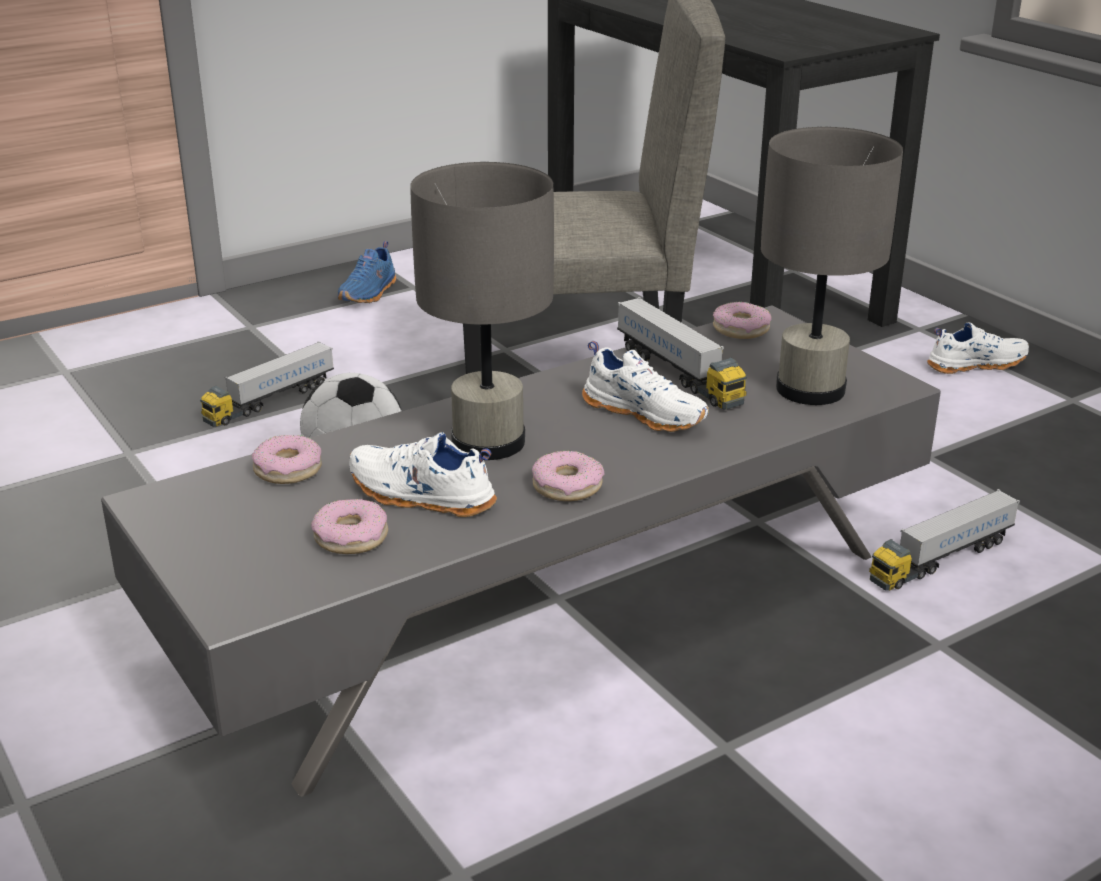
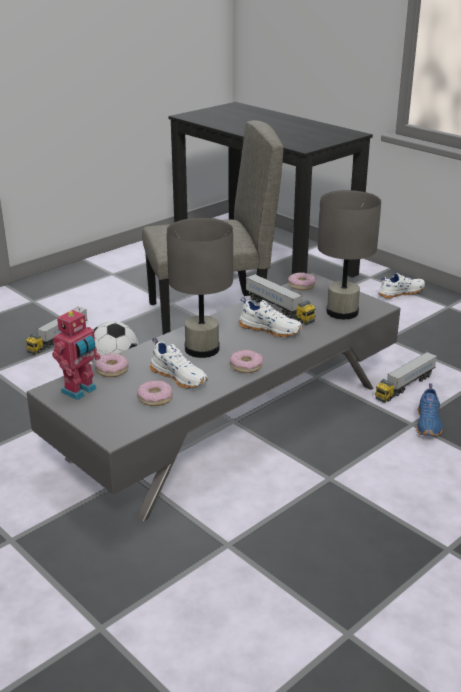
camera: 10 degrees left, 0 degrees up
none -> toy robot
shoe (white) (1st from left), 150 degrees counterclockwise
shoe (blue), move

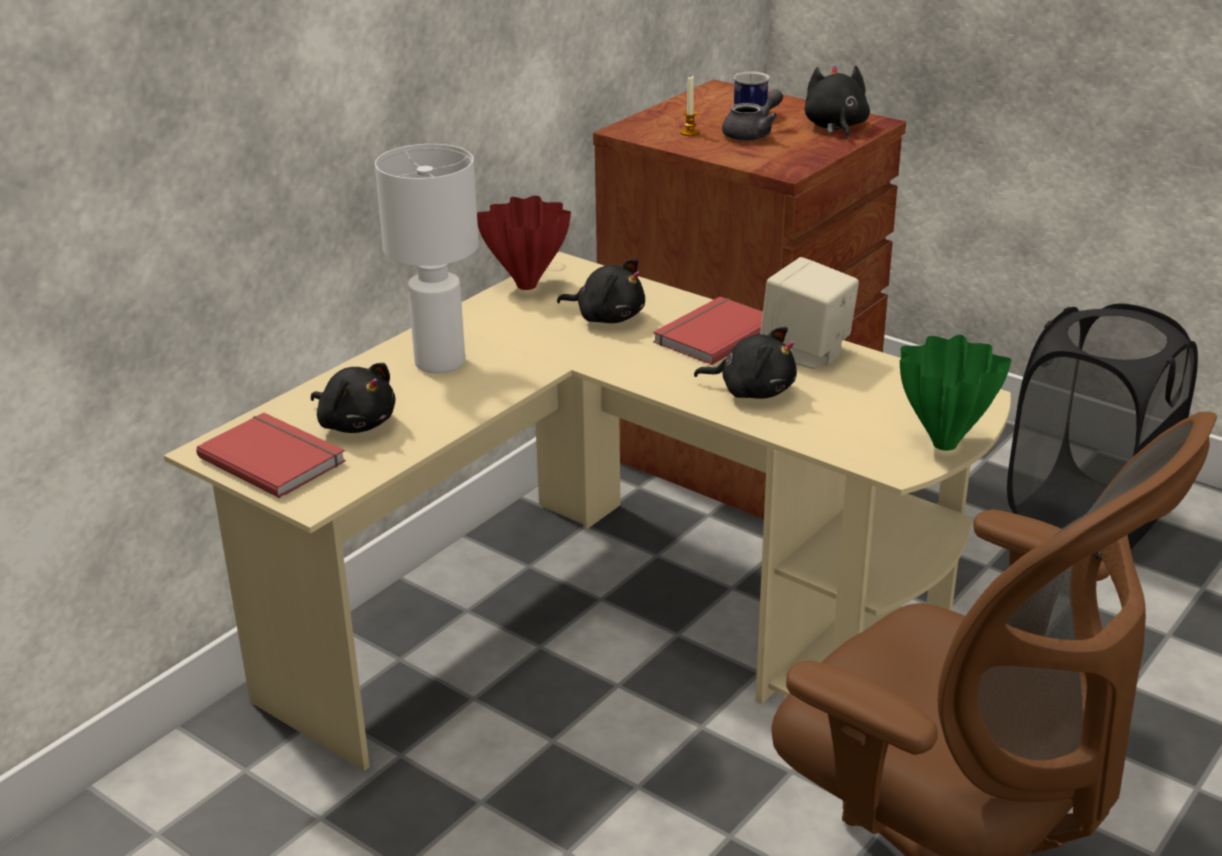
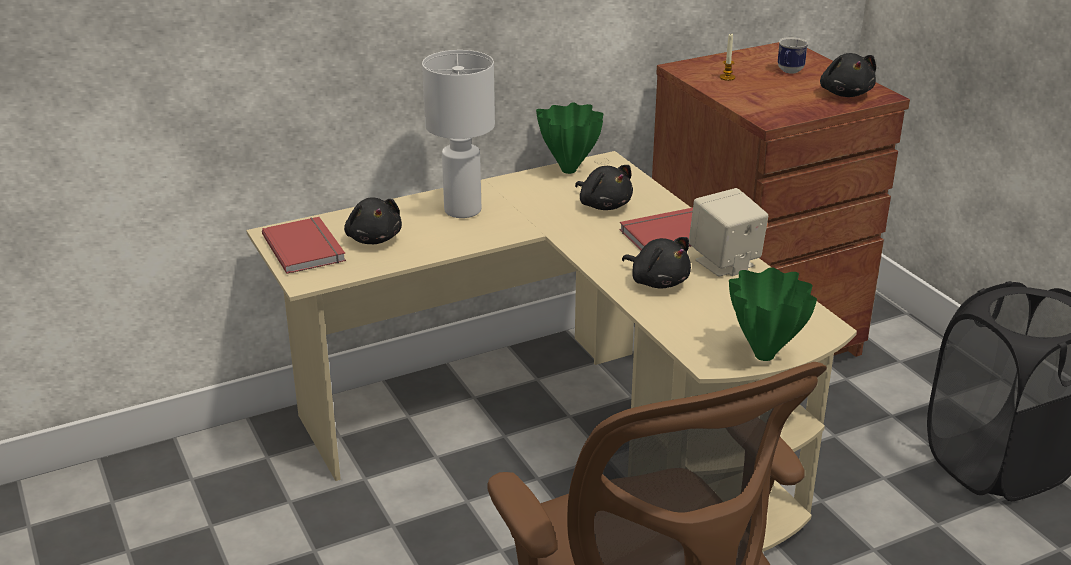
camera: 25 degrees right, 0 degrees up
vase (red) -> vase (green) (1st from left)
plush toy (black) (4th from left), 150 degrees clockwise
teapot (grey) -> none

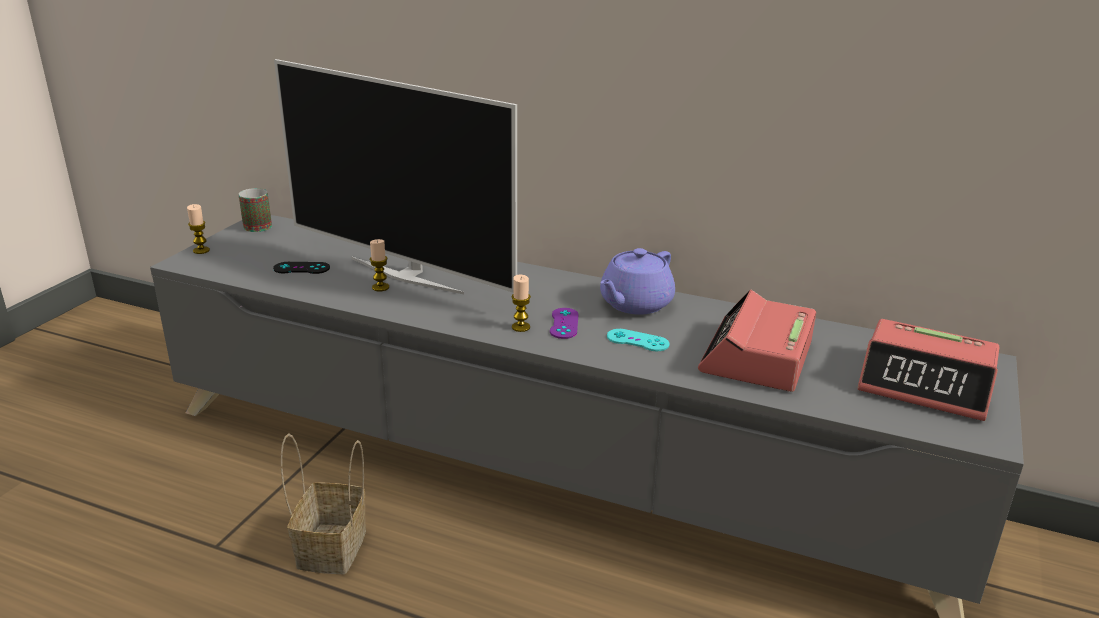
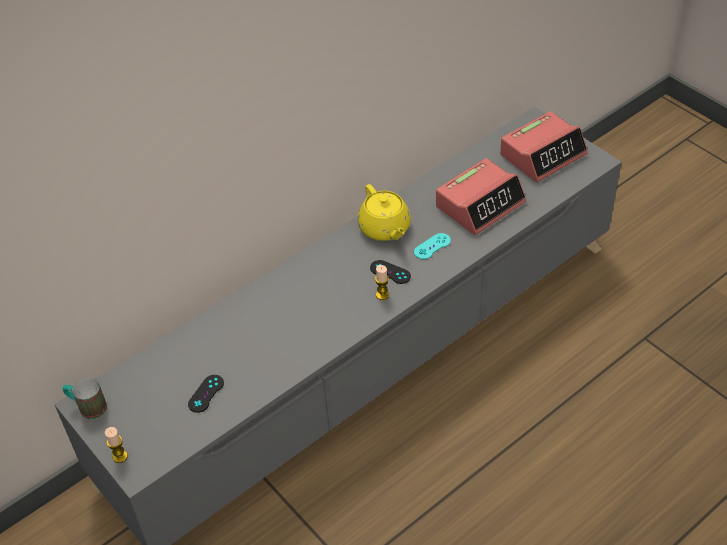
camera: 60 degrees left, 20 degrees up
teapot (purple) -> teapot (yellow)
game controller (purple) -> game controller (black) (2nd from left)
alarm clock (1st from left), 90 degrees counterclockwise
television -> none
basket -> none
candle (2nd from left) -> none

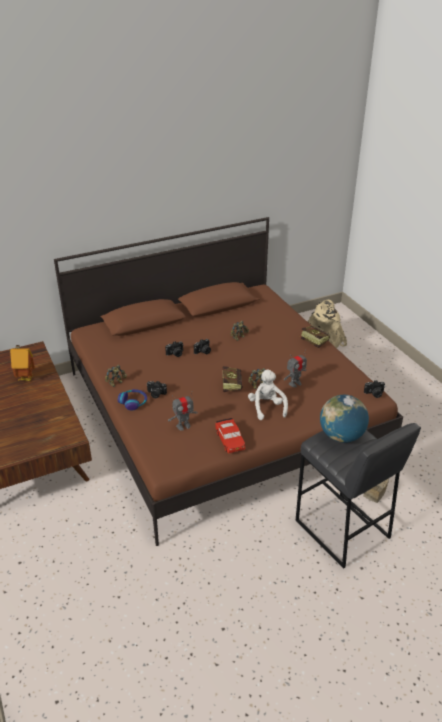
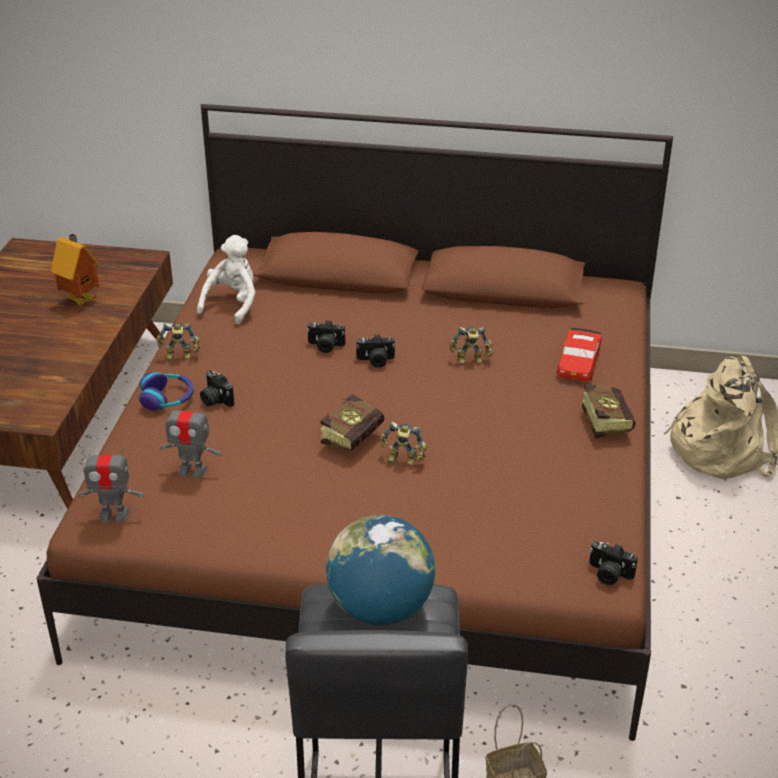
camera: 35 degrees right, 0 degrees up
toy robot (5th from left in the first image) -> toy robot (1st from left), move
plush toy (white), move
toy car (red), move

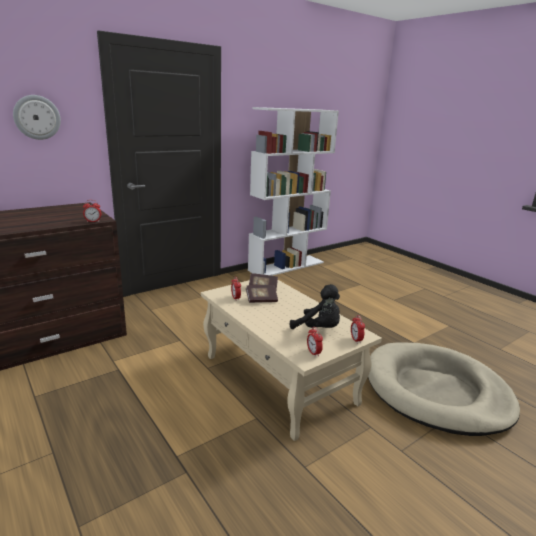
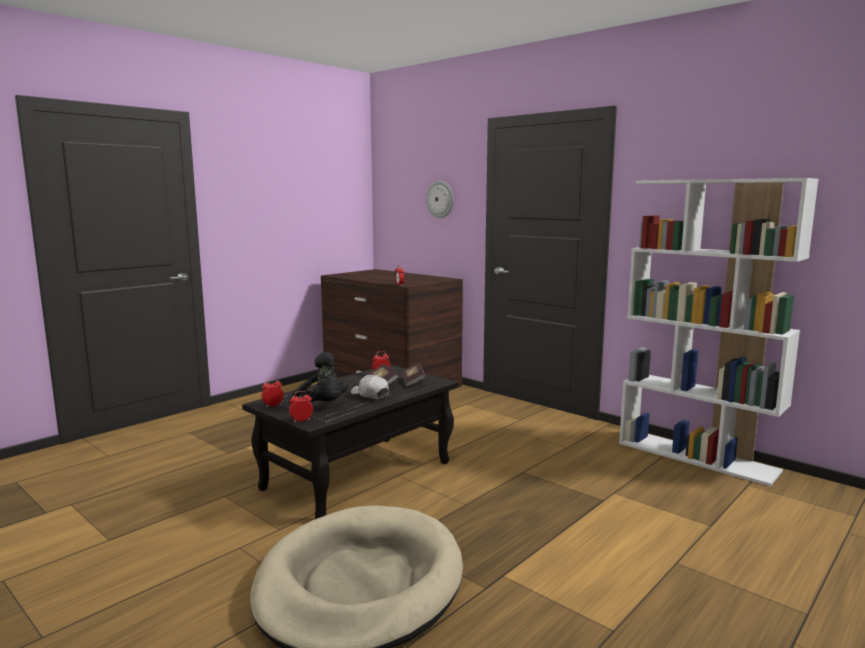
camera: 80 degrees right, 10 degrees down
coffee table (beige) -> coffee table (black)
plush toy (black), 75 degrees counterclockwise
none -> cap (white)

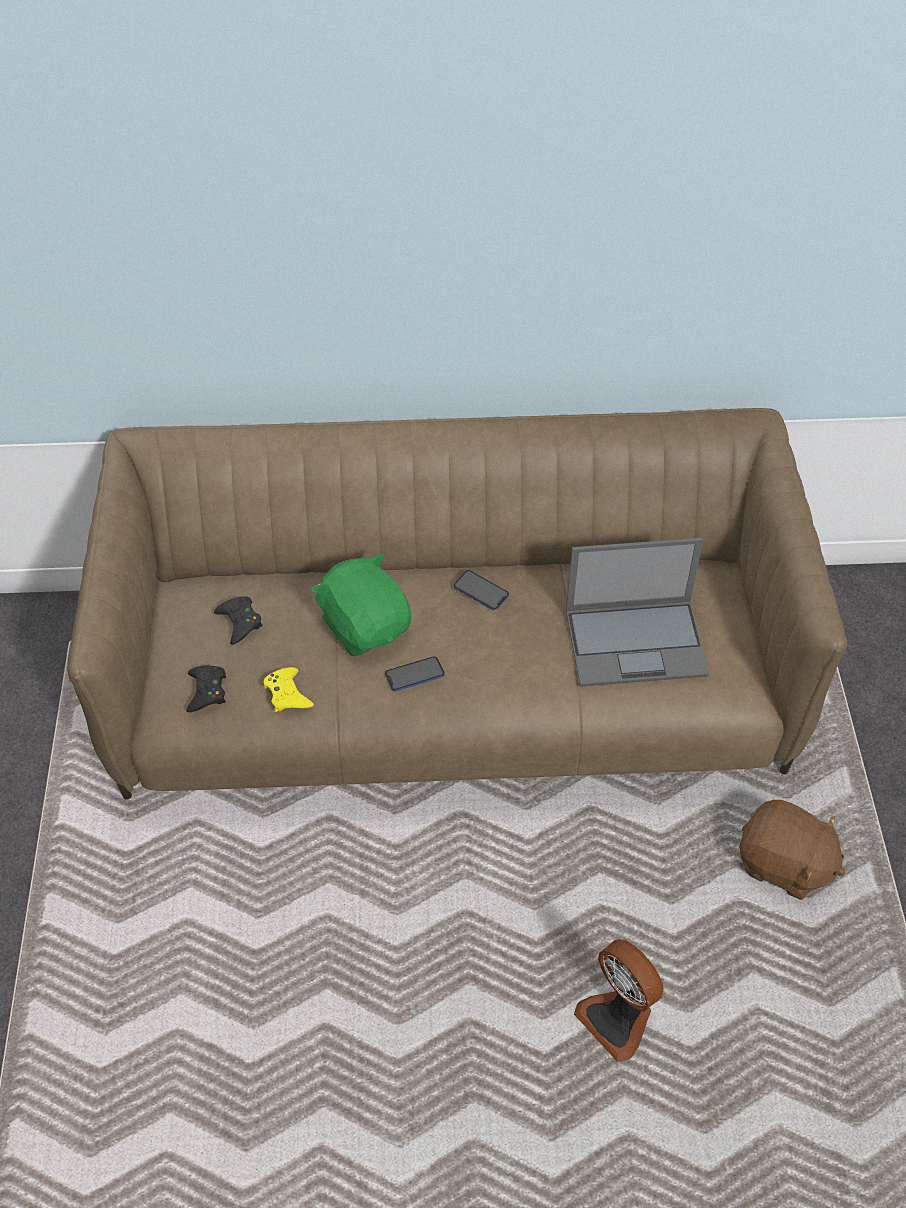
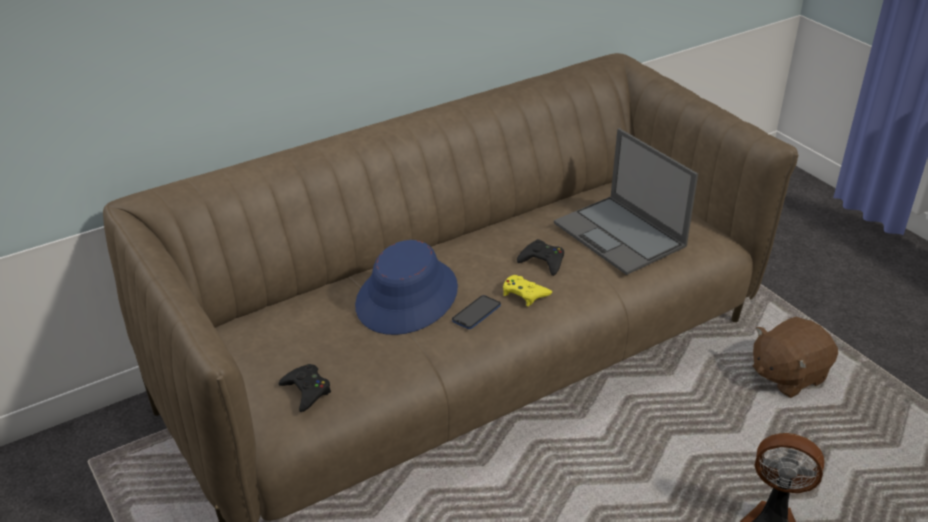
camera: 30 degrees left, 15 degrees down
plush toy (green) -> hat (blue)
game controller (yellow), move
game controller (black) (2nd from left), move
laptop, 90 degrees clockwise
plush toy (brown), 150 degrees clockwise
phone (2nd from left) -> none

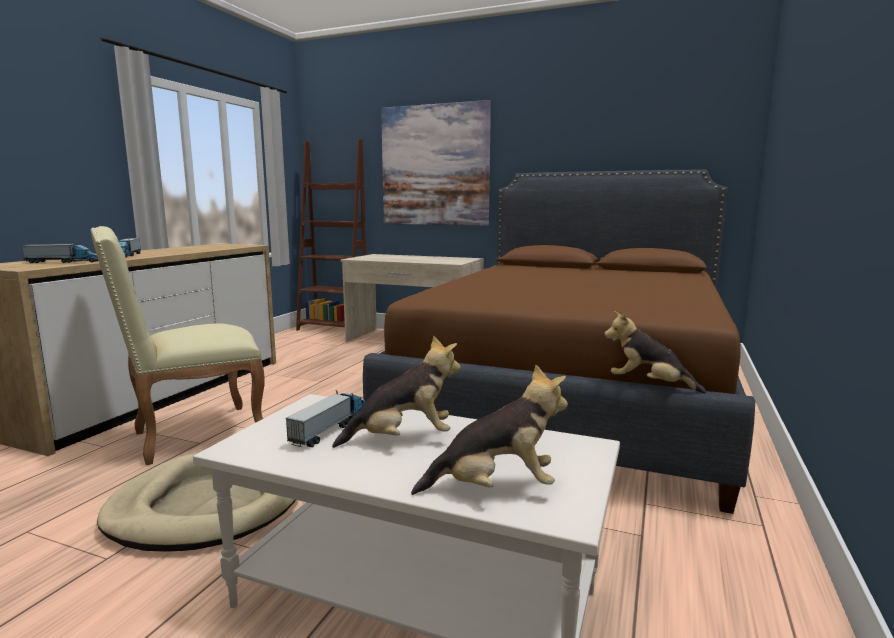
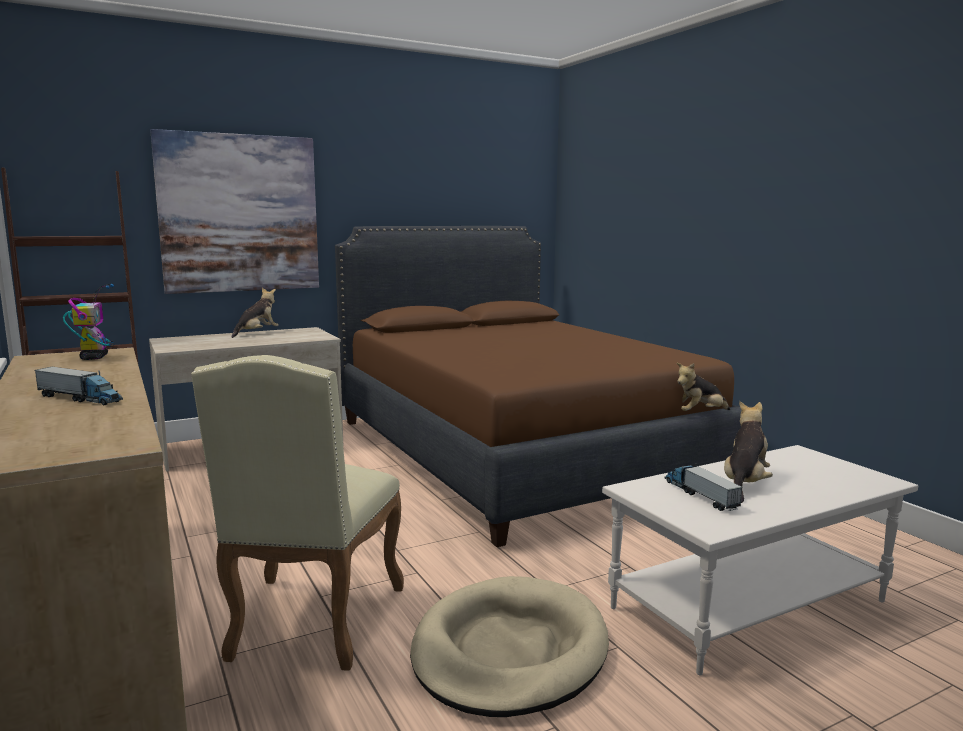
camera: 50 degrees left, 0 degrees up
none -> toy robot
plush toy (2nd from left in the first image) -> plush toy (1st from left), move
toy truck (1st from left) -> none

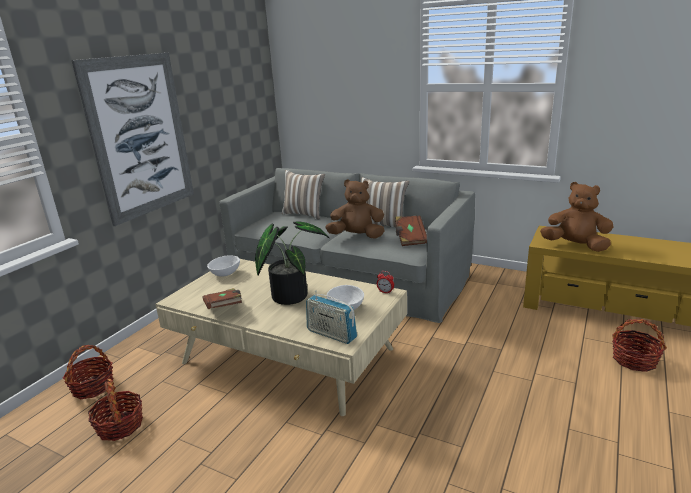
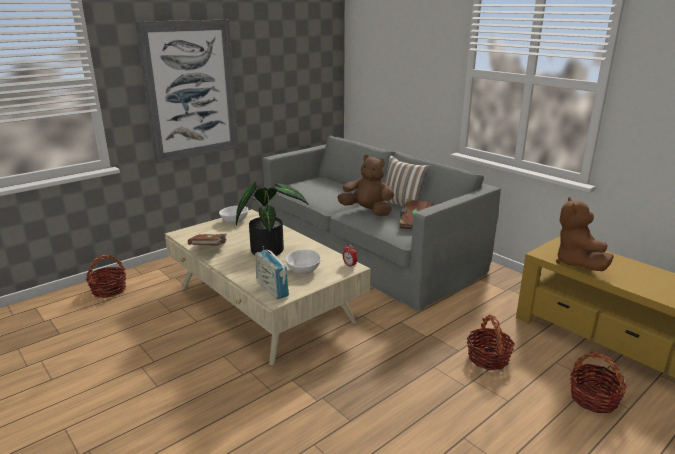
camera: 20 degrees right, 0 degrees up
basket (2nd from left), move
plush toy (brown) (2nd from left), 135 degrees counterclockwise
pillow (1st from left) -> none

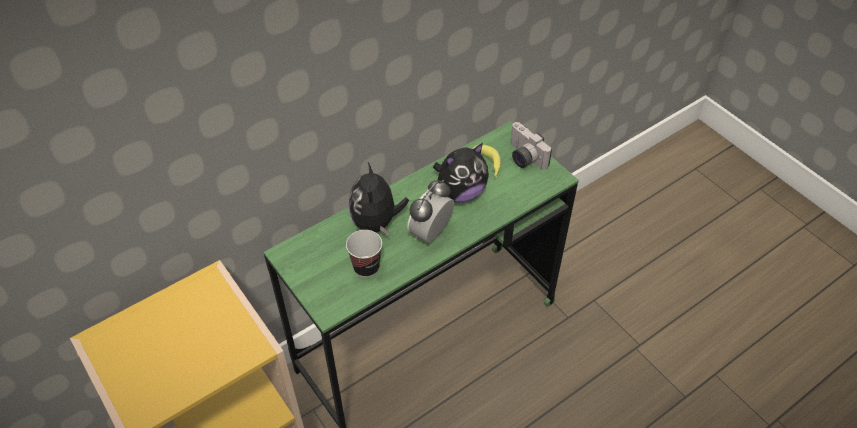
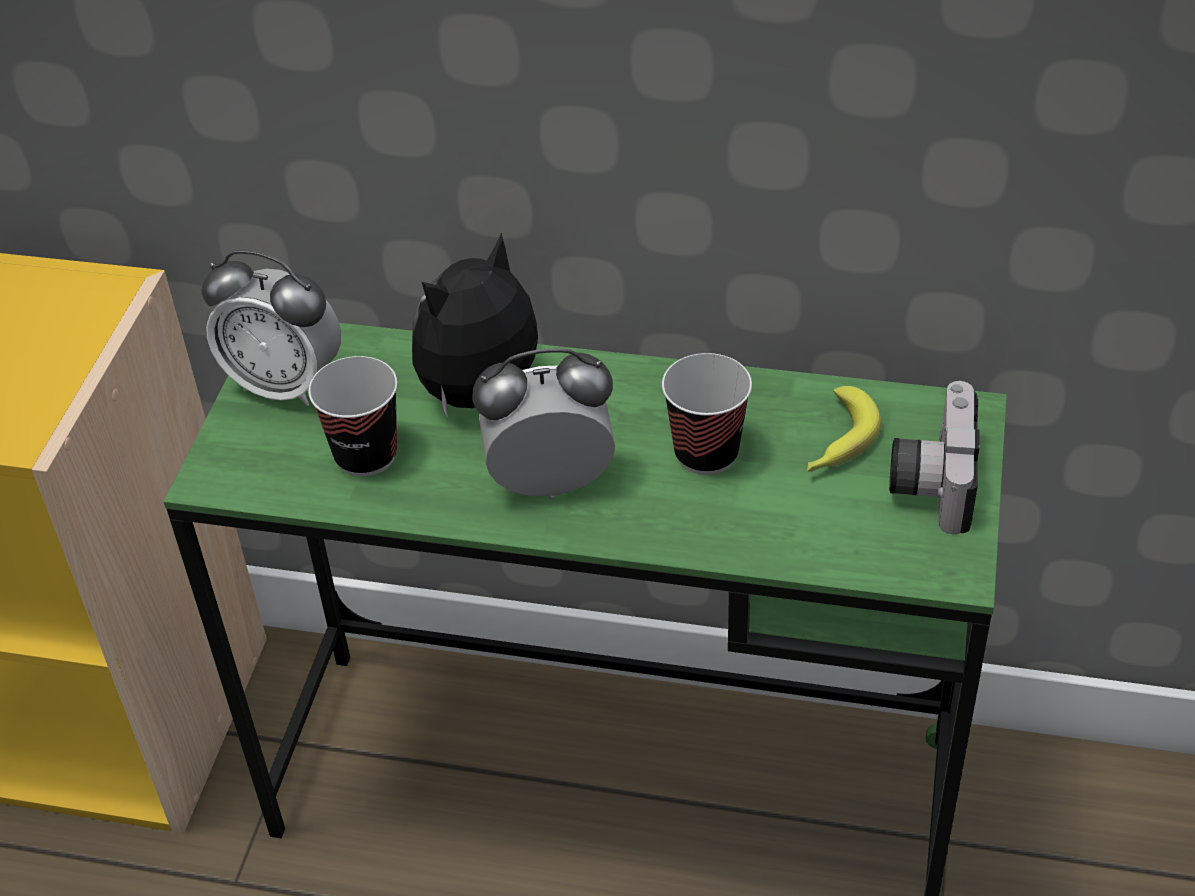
camera: 50 degrees right, 5 degrees down
none -> alarm clock (1st from left)
plush toy (2nd from left) -> cup (2nd from left)

